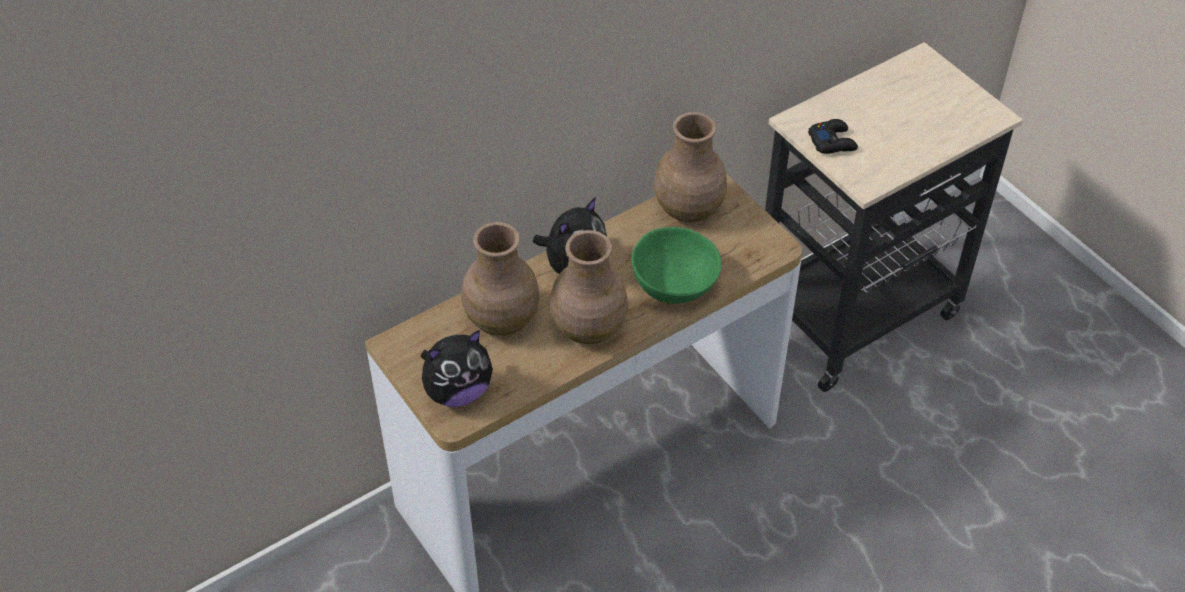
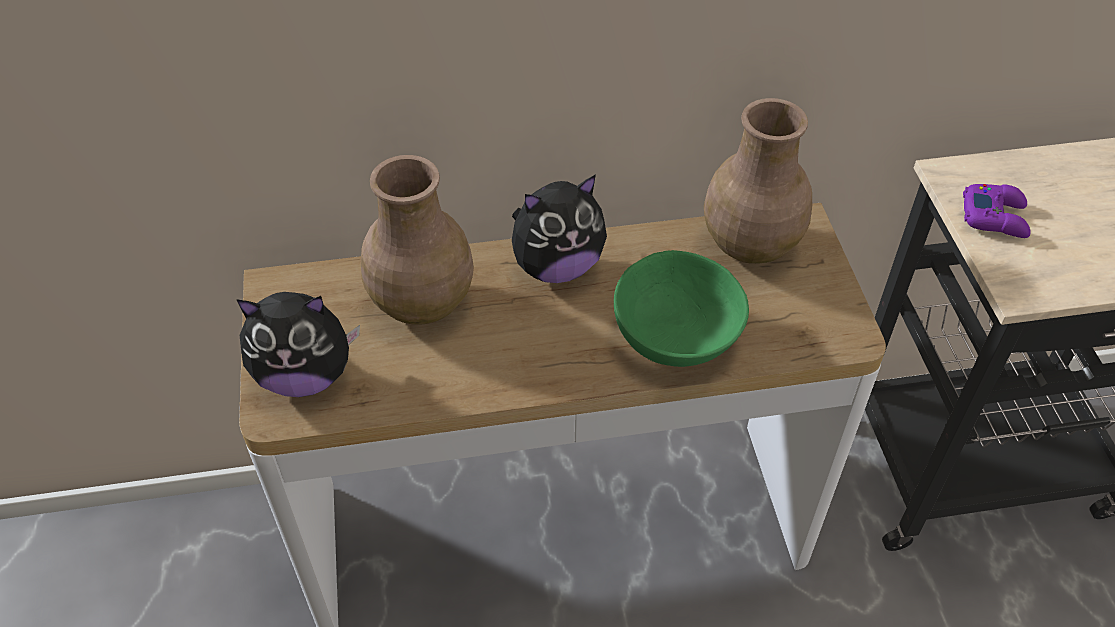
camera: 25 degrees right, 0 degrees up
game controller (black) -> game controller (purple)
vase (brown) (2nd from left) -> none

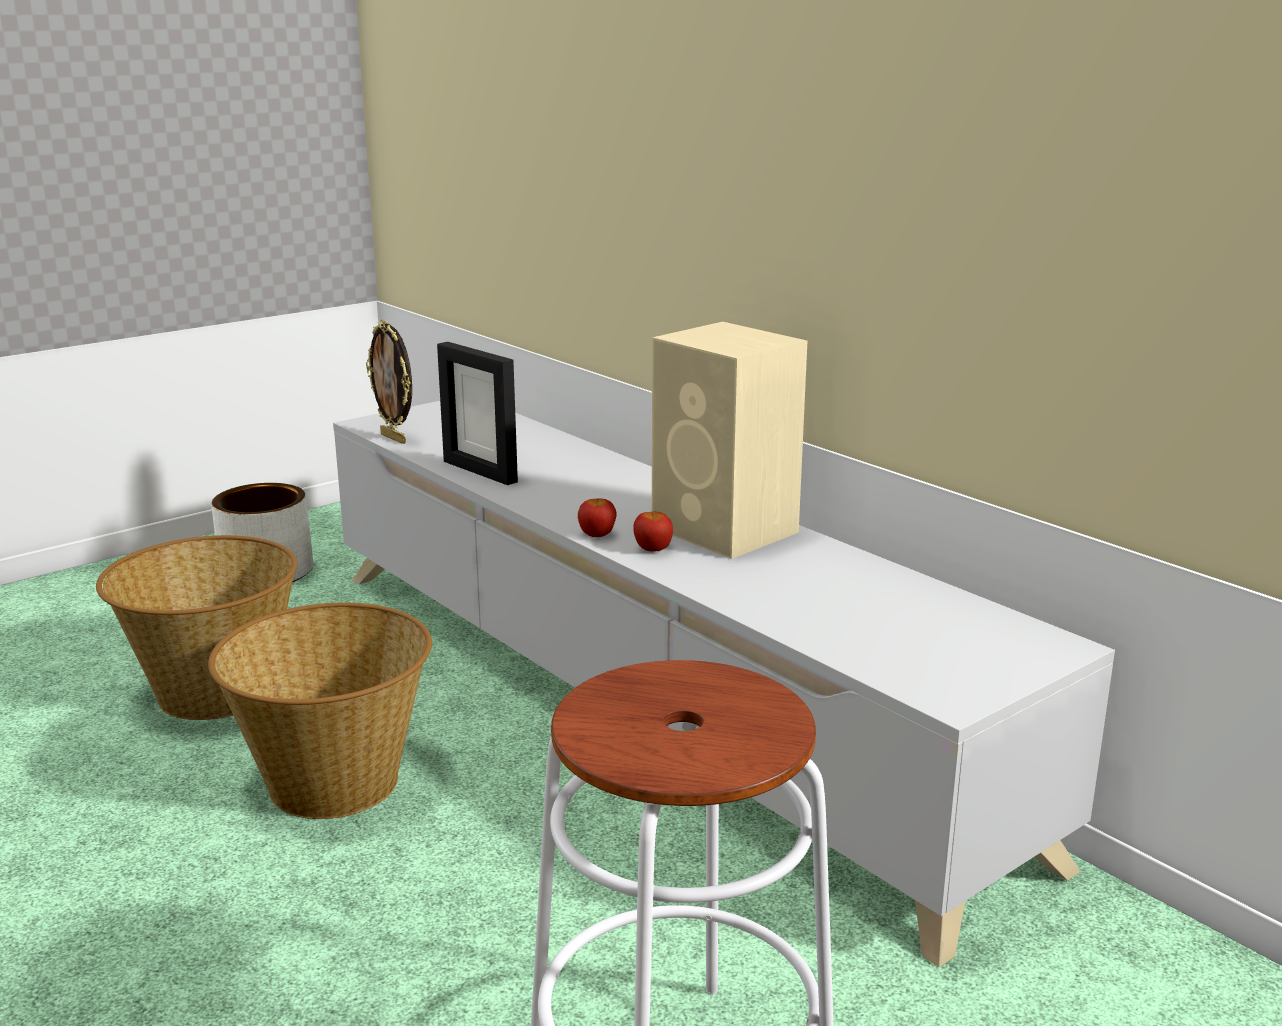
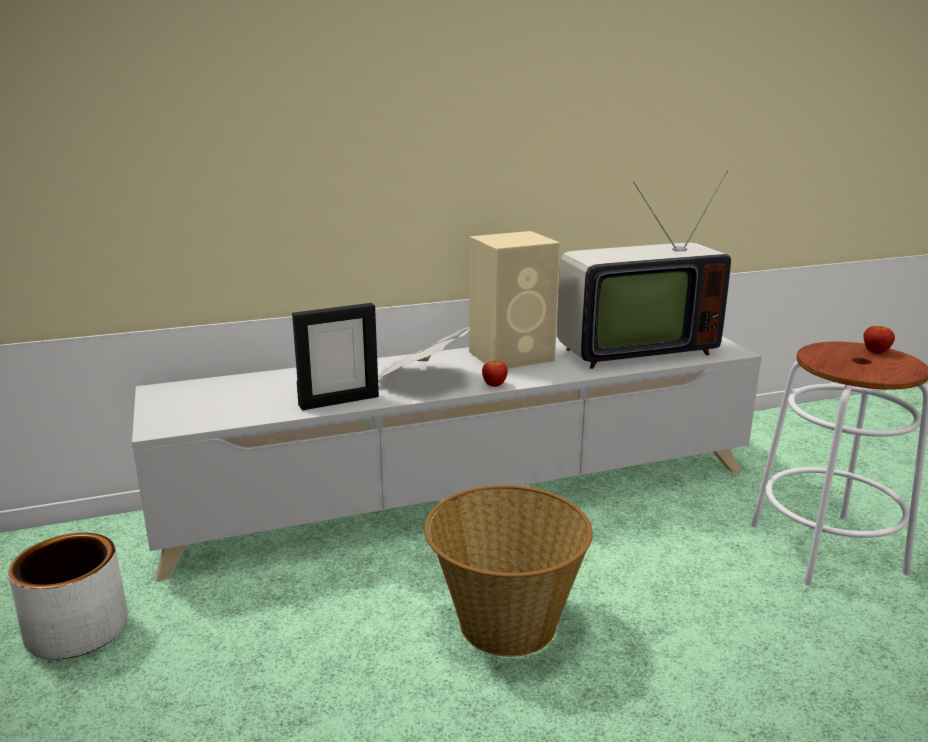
camera: 70 degrees left, 0 degrees up
none -> newspaper
none -> television
apple (2nd from left), move
basket (1st from left) -> none
picture frame (1st from left) -> none

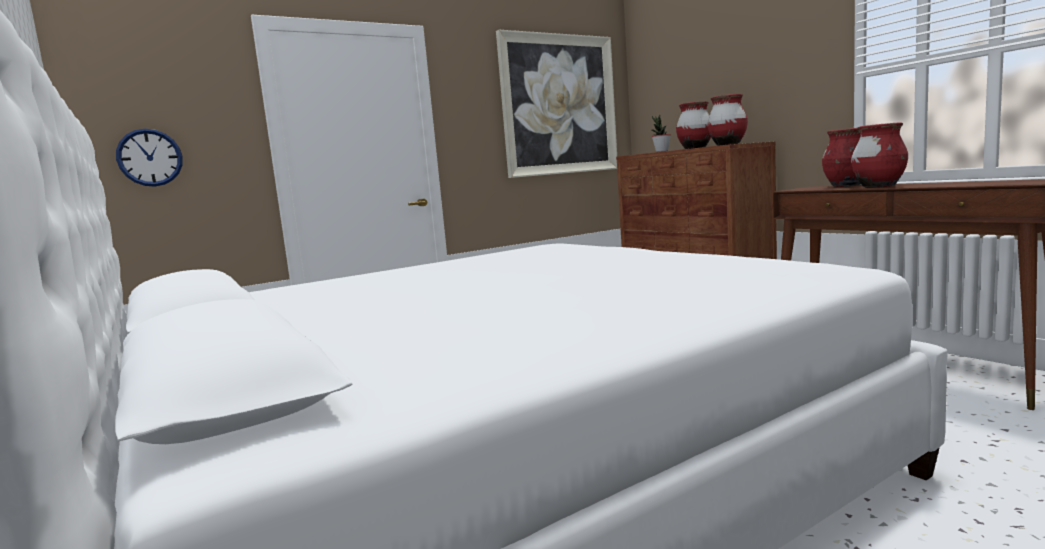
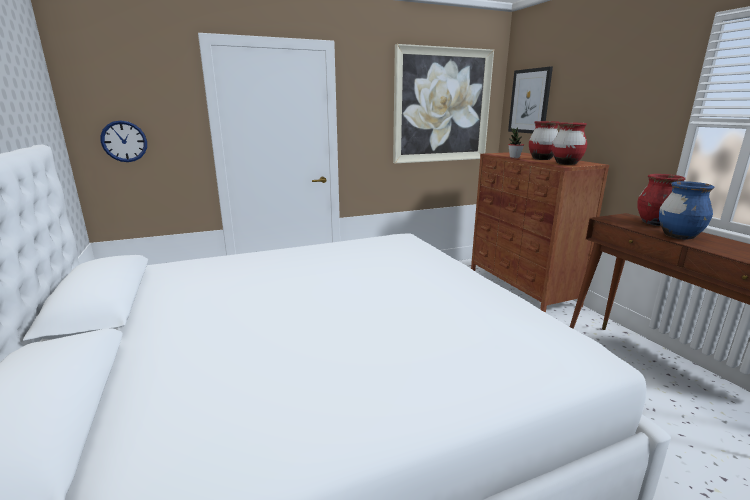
camera: 10 degrees right, 10 degrees up
none -> picture (2nd from left)
vase (red) (4th from left) -> vase (blue)

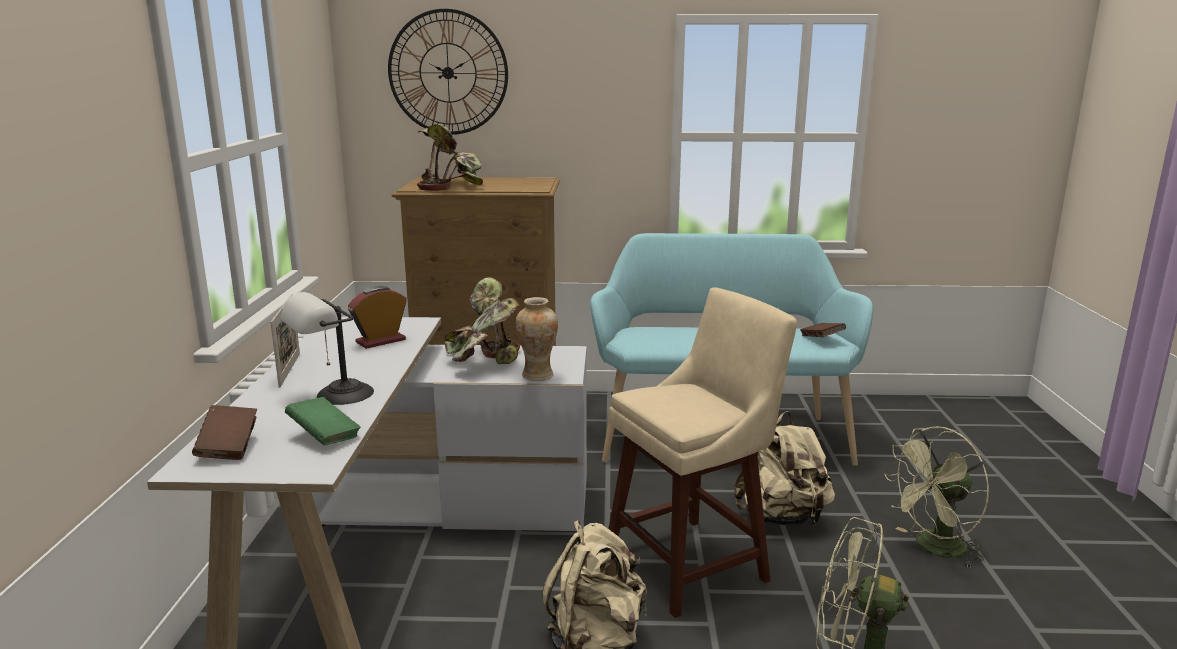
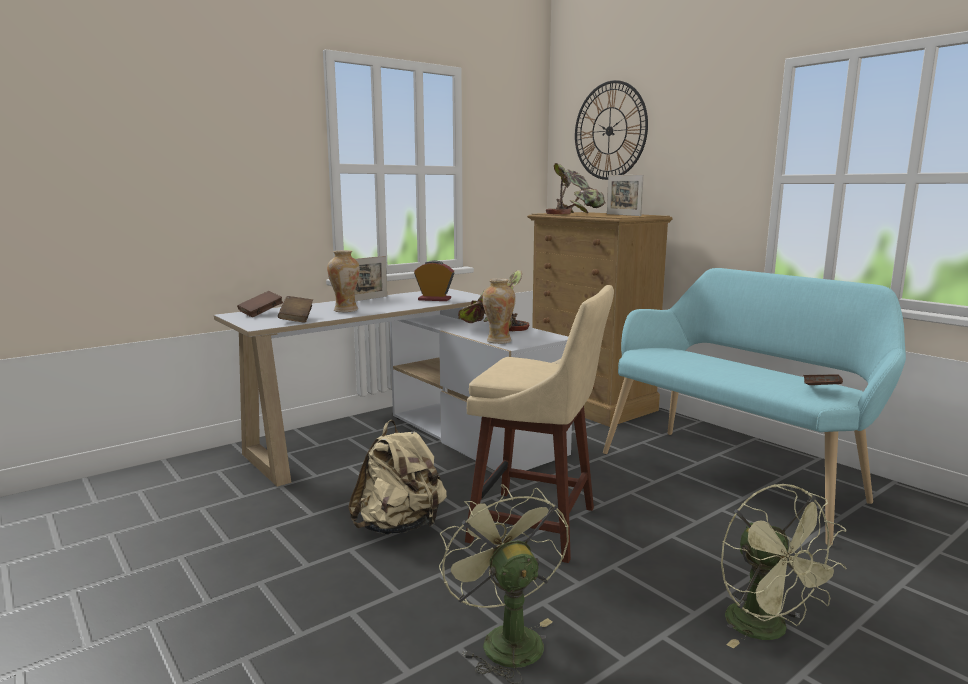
camera: 50 degrees right, 5 degrees down
book (green) -> book (brown) (2nd from left)
table lamp -> vase (1st from left)
none -> picture frame (2nd from left)
fan (green) (2nd from left), 135 degrees counterclockwise
backpack (beige) (2nd from left) -> none

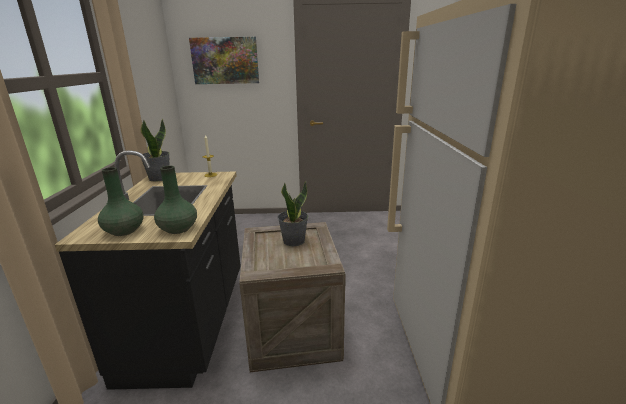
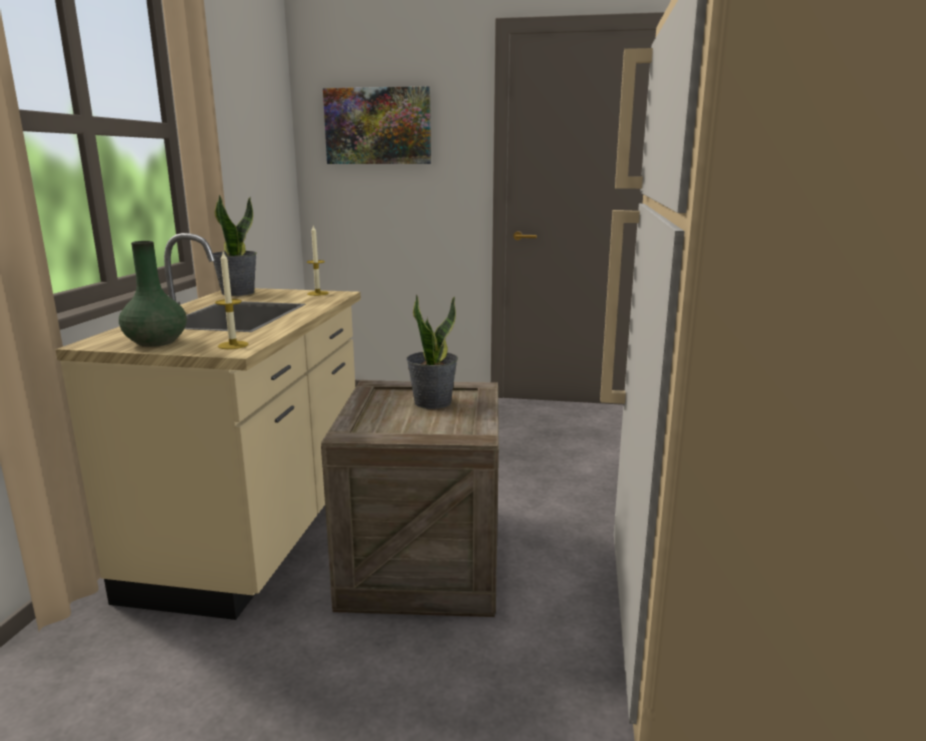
camera: 10 degrees right, 5 degrees down
counter (black) -> counter (beige)
vase (green) (2nd from left) -> candle (1st from left)

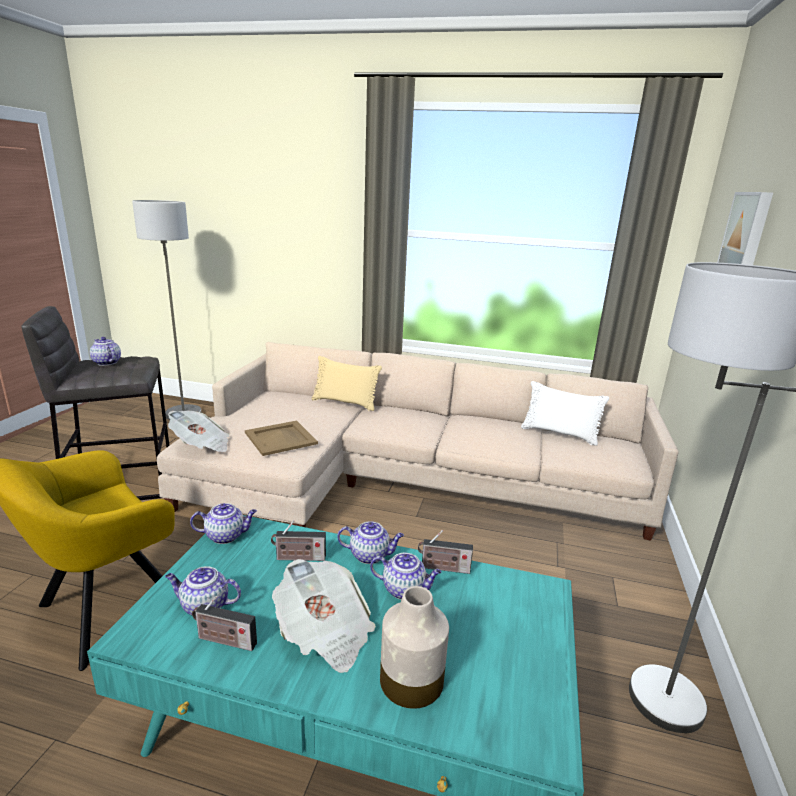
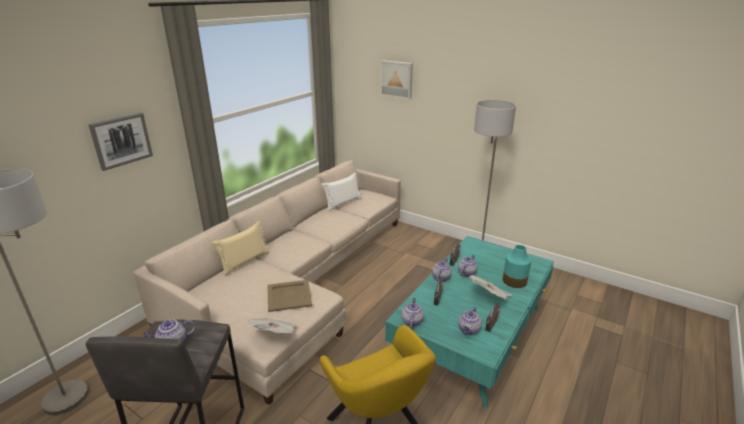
camera: 70 degrees left, 5 degrees up
none -> picture (1st from left)
vase (beige) -> vase (turquoise)

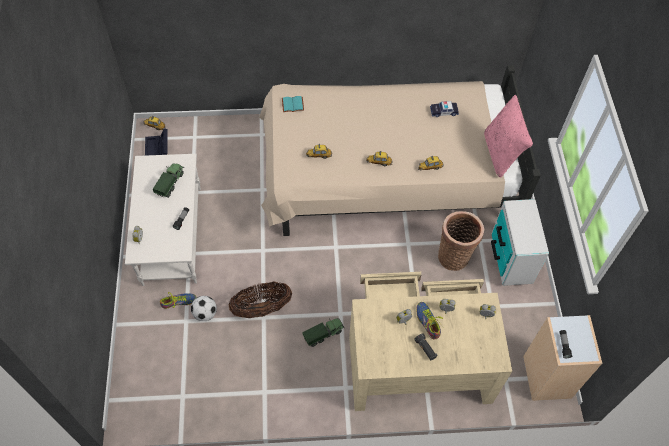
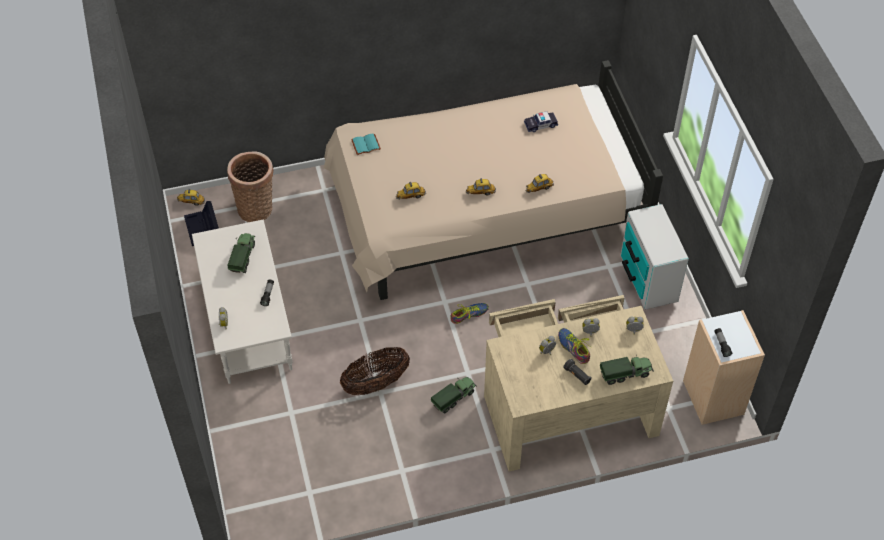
camera: 10 degrees left, 5 degrees down
basket (2nd from left in the first image) -> basket (1st from left), move
shoe (1st from left), move
none -> toy truck (3rd from left)
football -> none
pillow (pink) -> none

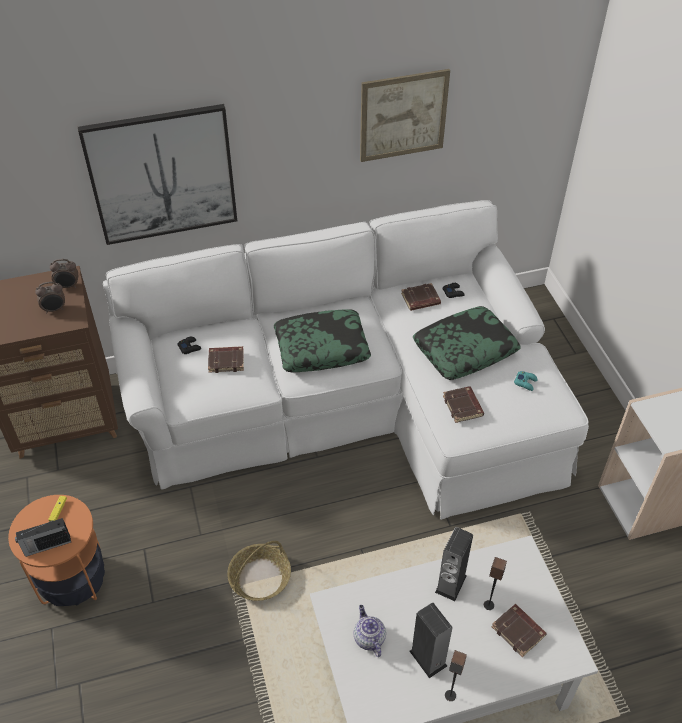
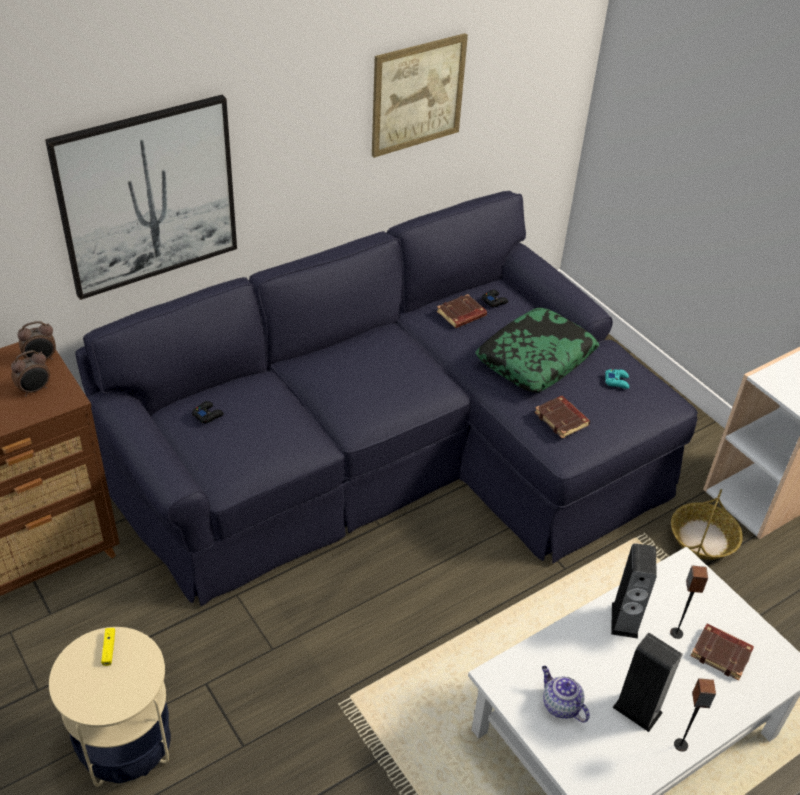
camera: 20 degrees left, 5 degrees down
side table (orange) -> side table (beige)
sofa (white) -> sofa (black)
basket, move
radio -> none
book (brown) (1st from left) -> none
pillow (1st from left) -> none

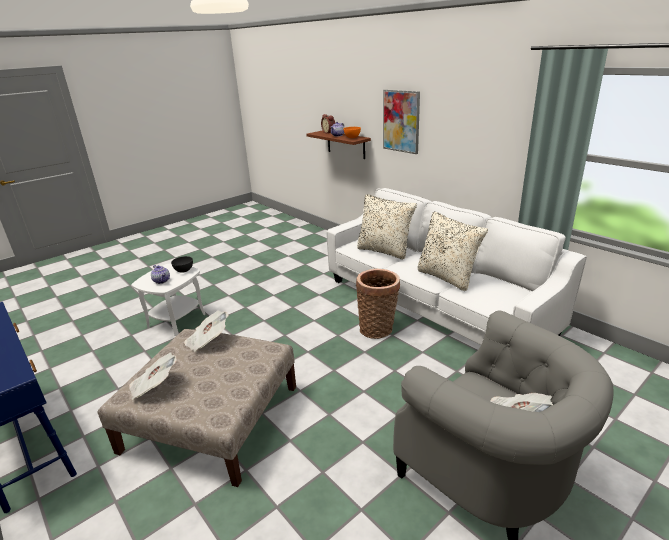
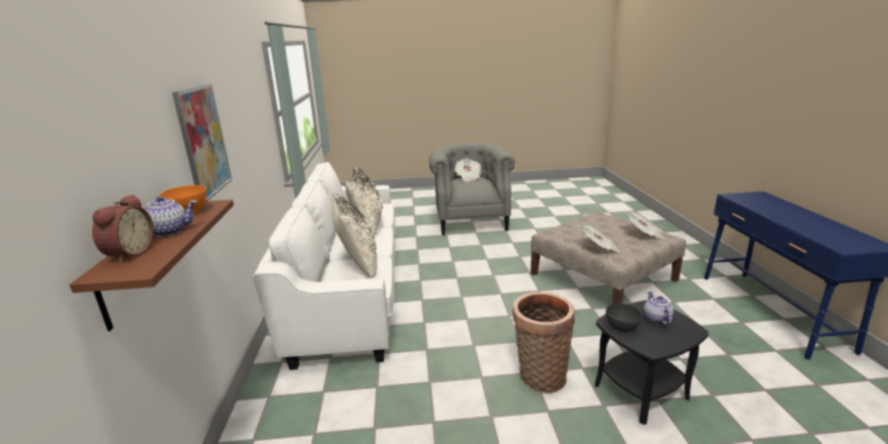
camera: 145 degrees left, 5 degrees down
basket, move
side table (white) -> side table (black)

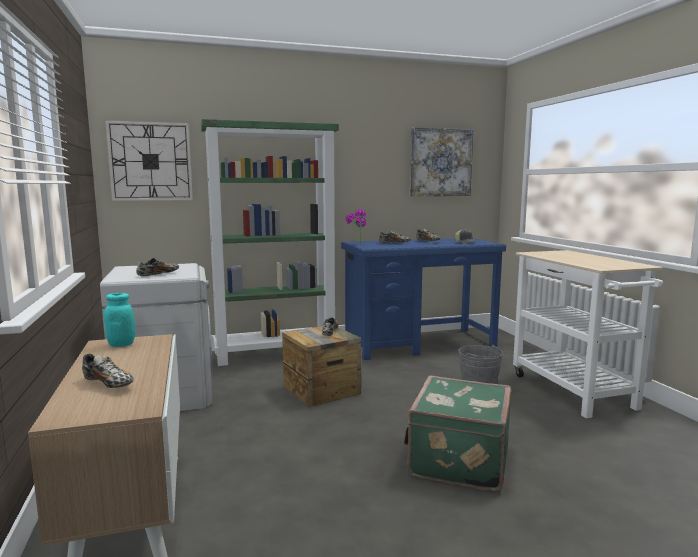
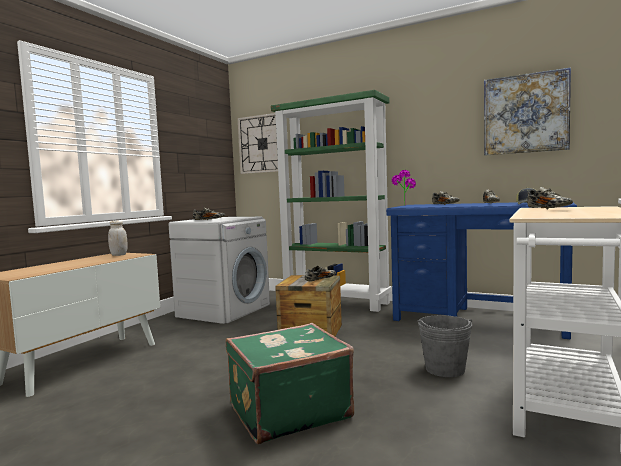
camera: 45 degrees right, 5 degrees down
jar (turquoise) -> jar (white)
shoe (1st from left in the first image) -> shoe (5th from left), move

